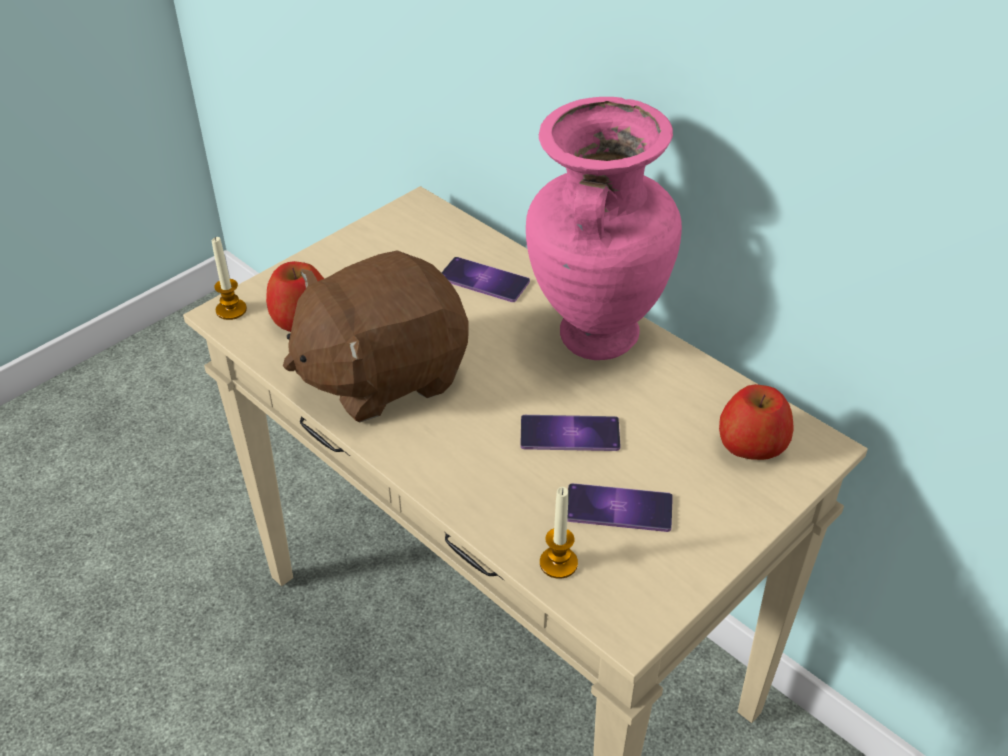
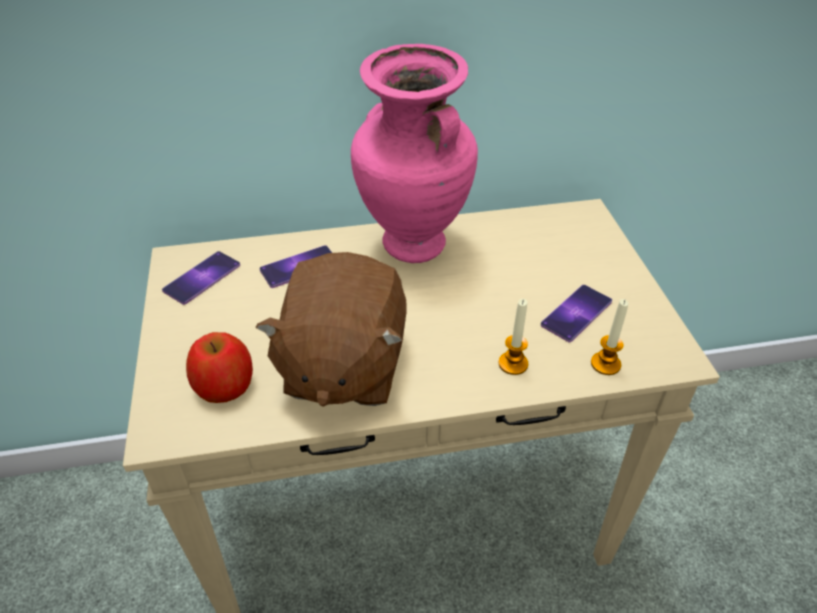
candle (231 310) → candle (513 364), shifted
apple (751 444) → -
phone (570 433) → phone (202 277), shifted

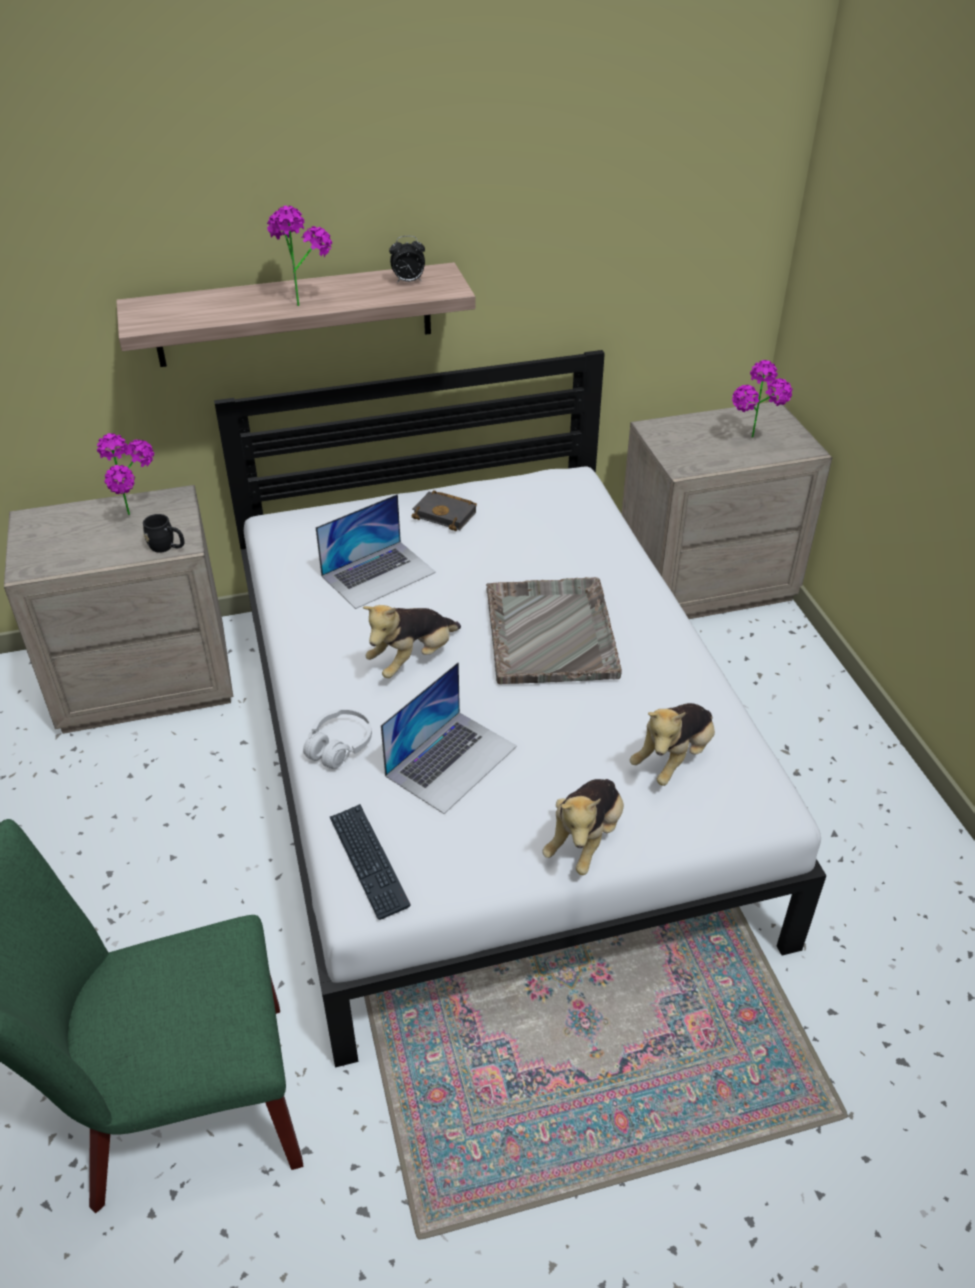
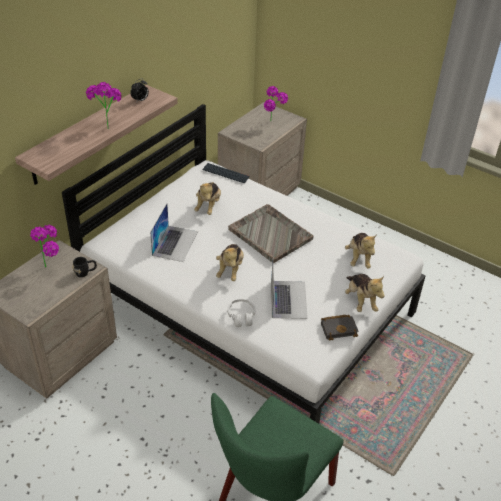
book (black) (447 514) → book (black) (339 328), shifted
keyboard (368 861) → keyboard (225 174), shifted
- → plush toy (208 206)

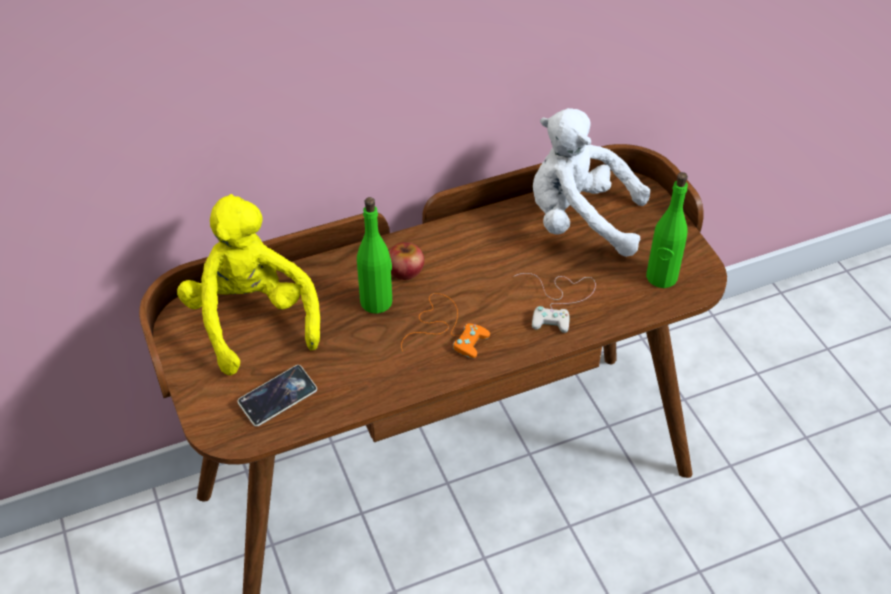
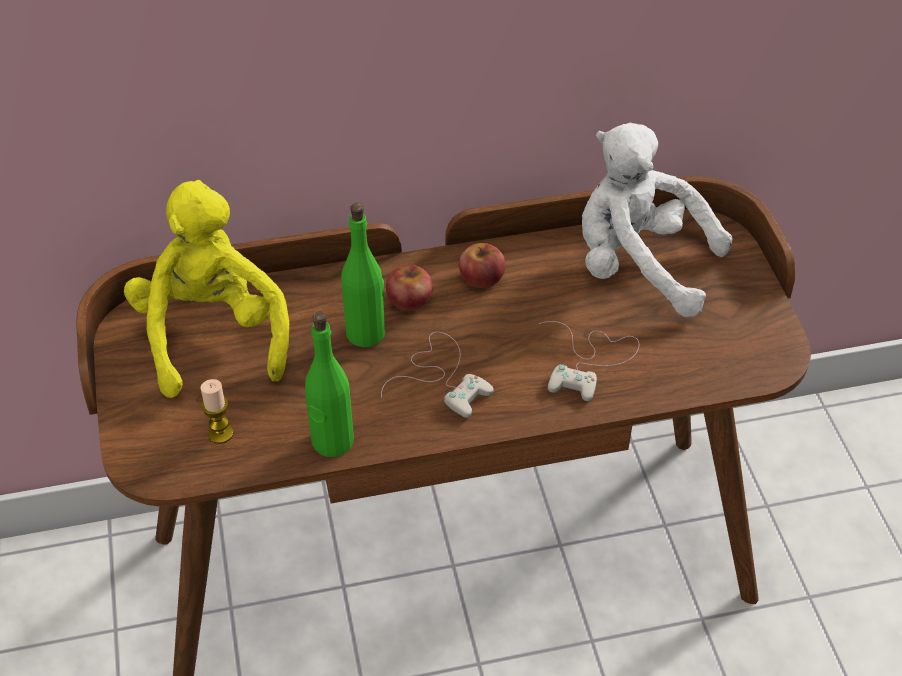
bottle (green) (661 277) → bottle (green) (332 441), shifted
game controller (orange) (446 328) → game controller (white) (442 376)
phone (278 398) → candle (220 433)
- → apple (481 277)

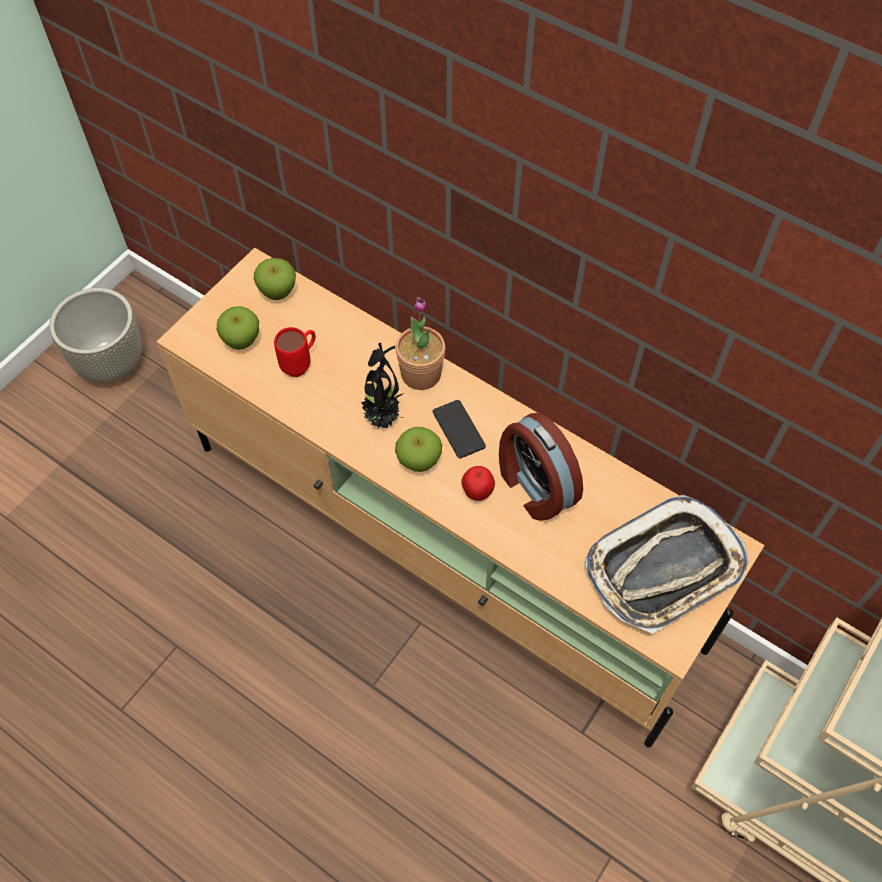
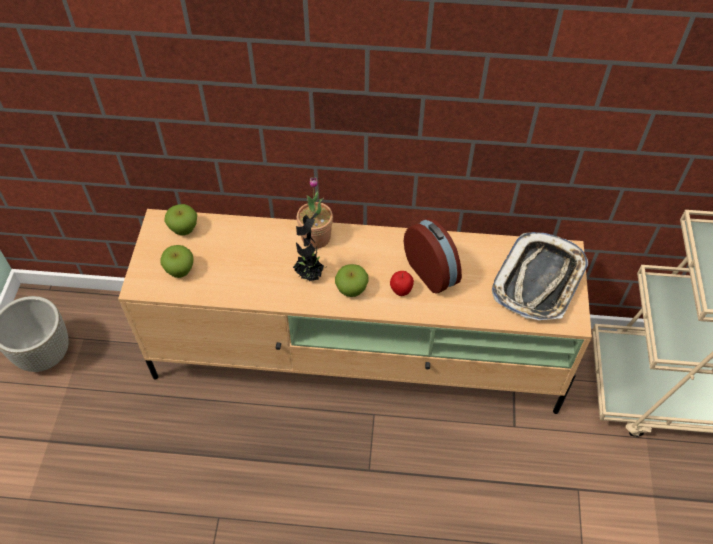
mug (red) (301 364) → -
phone (458 429) → -
alarm clock (534 486) → alarm clock (432 271), 150 degrees counterclockwise

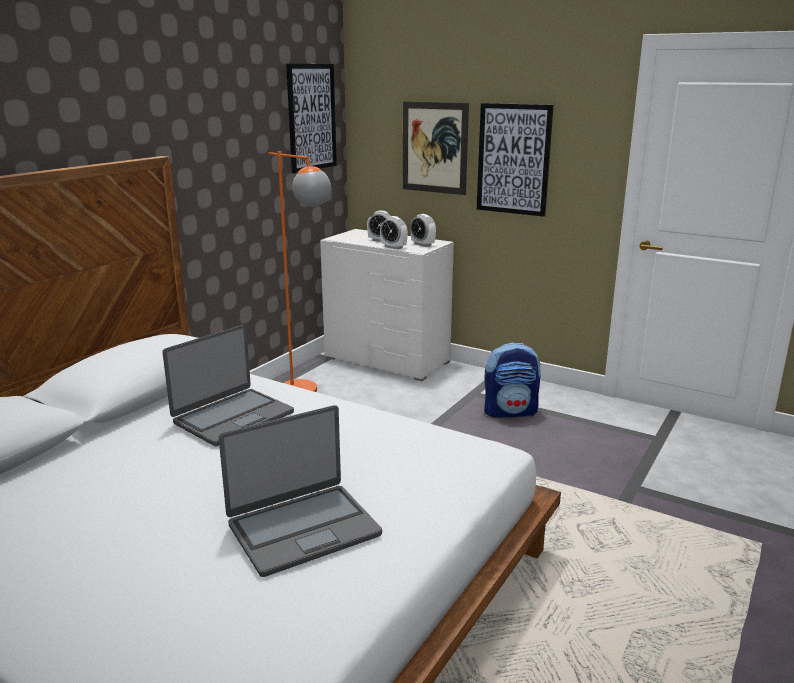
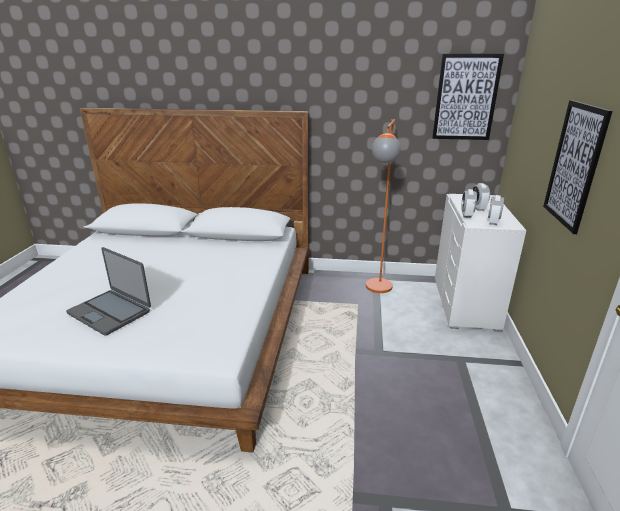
picture (434 147) → -
laptop (232 417) → -
backpack (510 411) → -

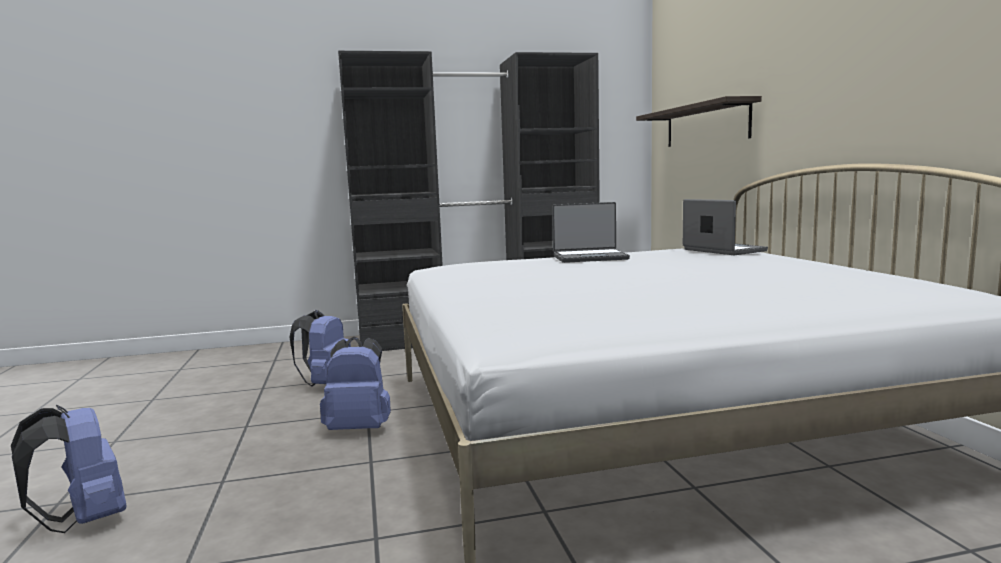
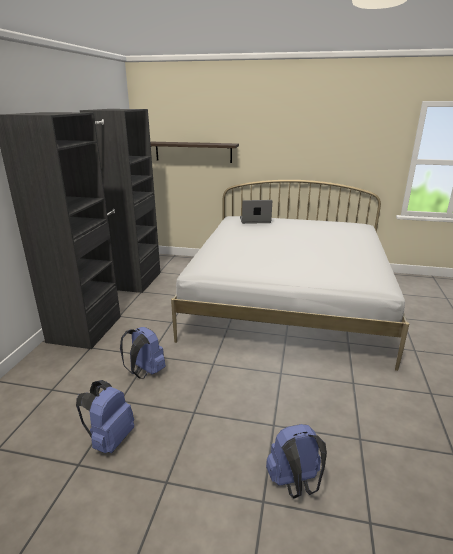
laptop (590 257) → -
backpack (blue) (359 428) → backpack (blue) (110 439), shifted

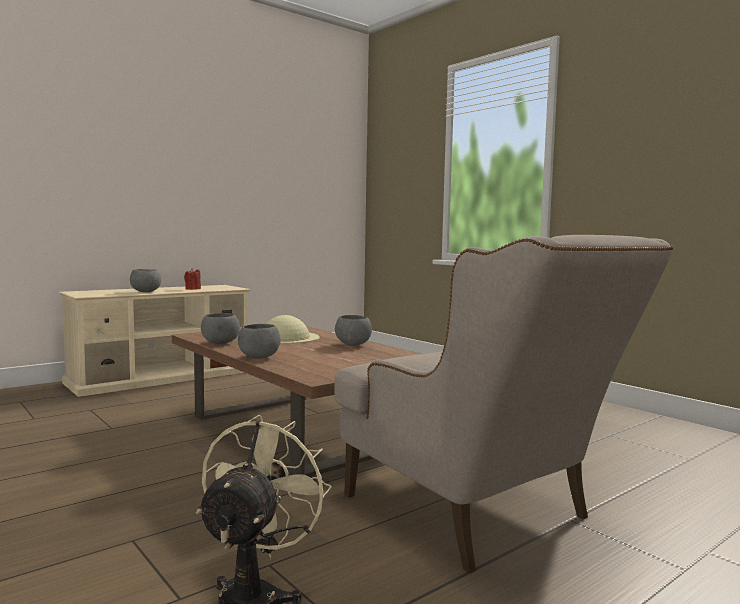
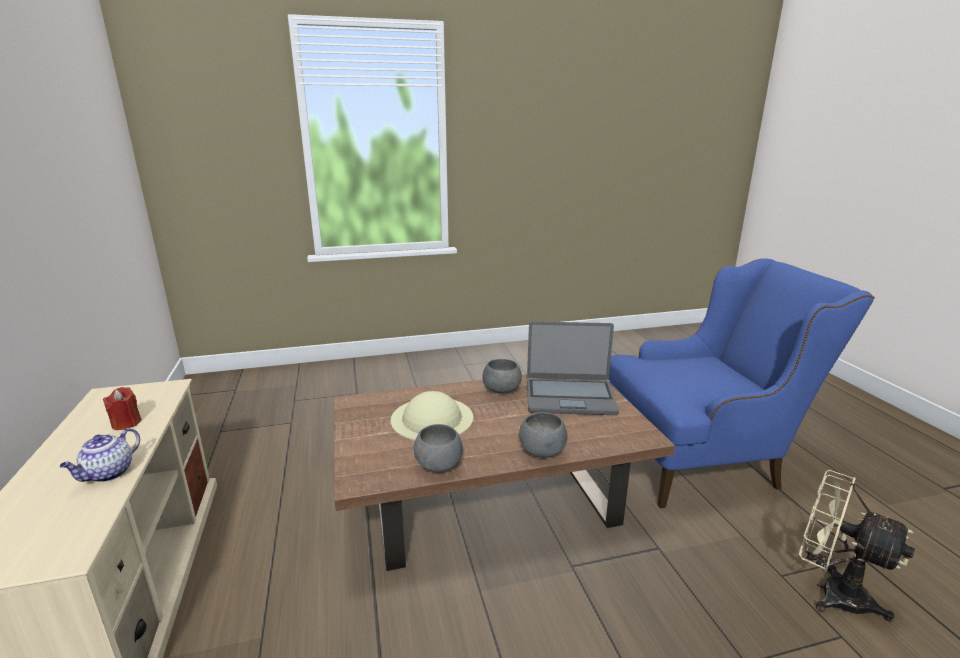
armchair (beige) (481 516) → armchair (blue) (702 459)
bowl (grey) (145 292) → teapot (108 474)
- → laptop (569 397)

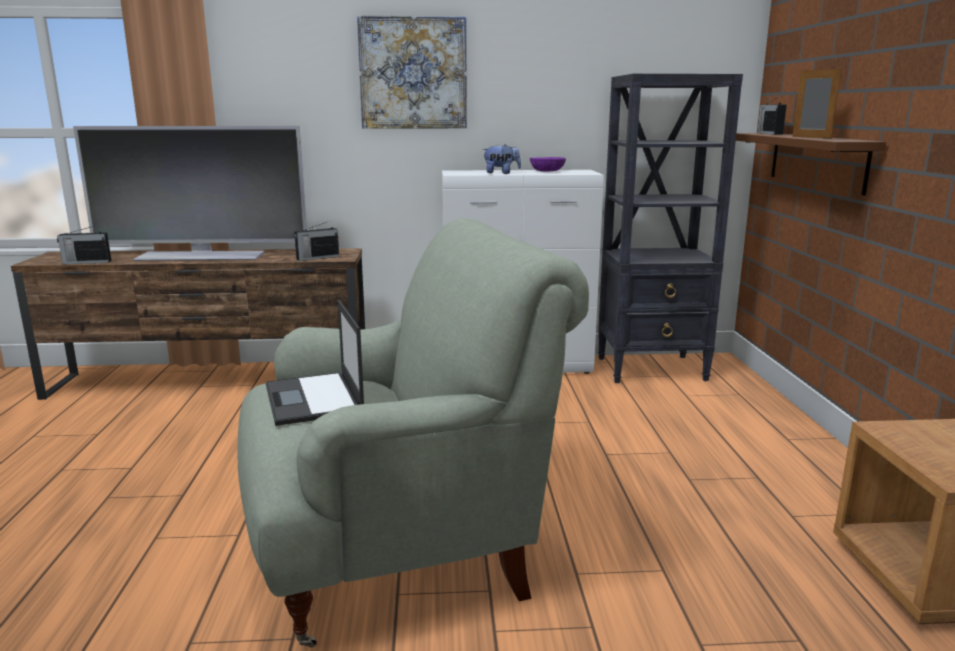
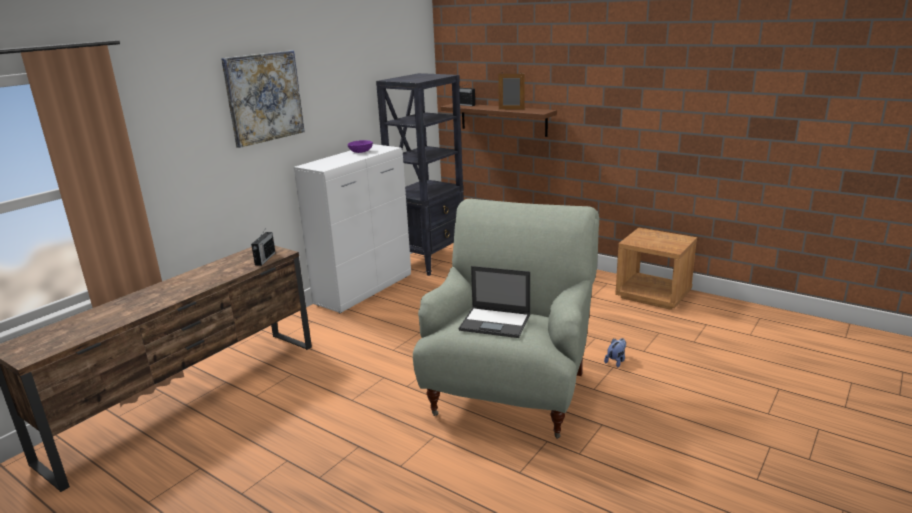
television (201 256) → -
plush toy (501 173) → plush toy (616 361), shifted
radio (86 262) → -

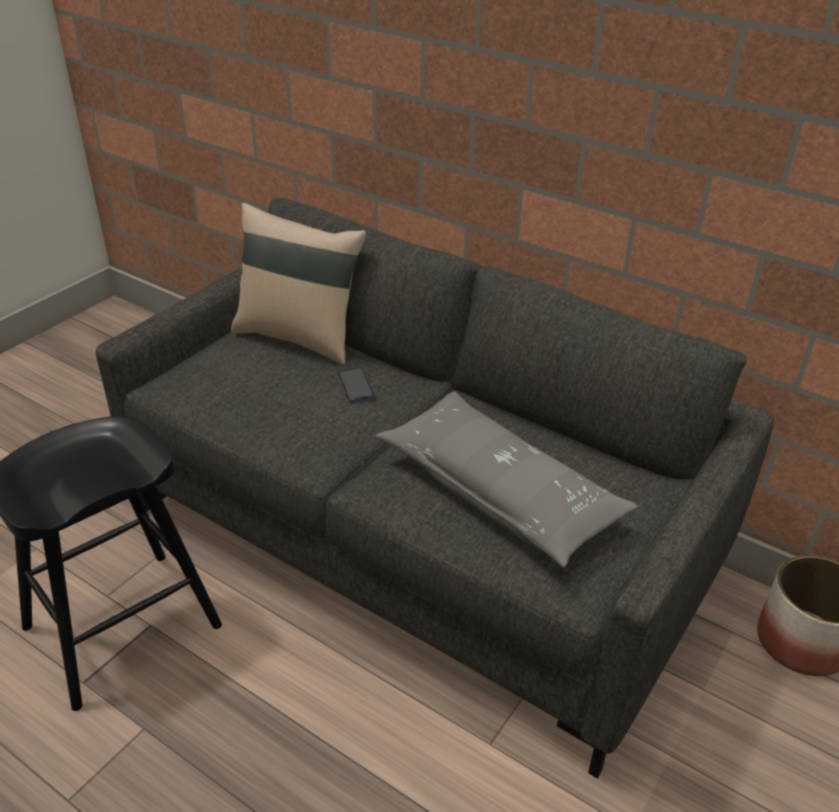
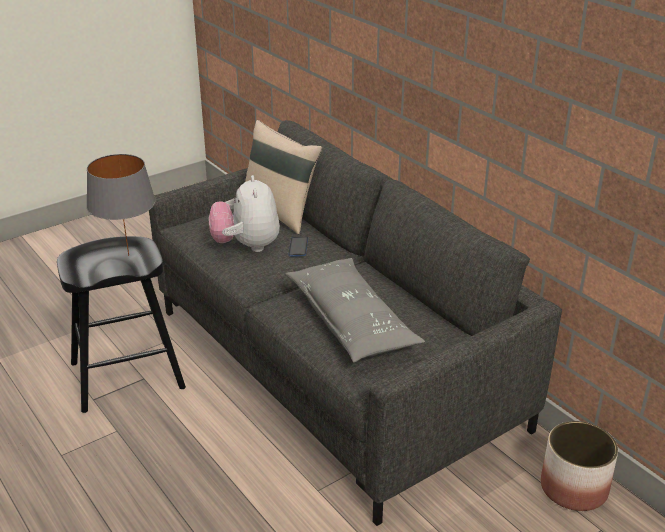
- → table lamp (grey) (128 255)
- → plush toy (247 246)

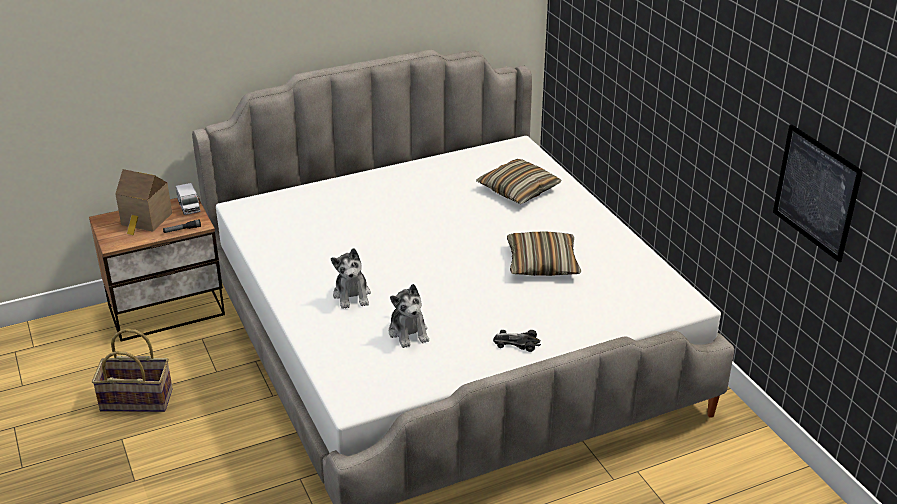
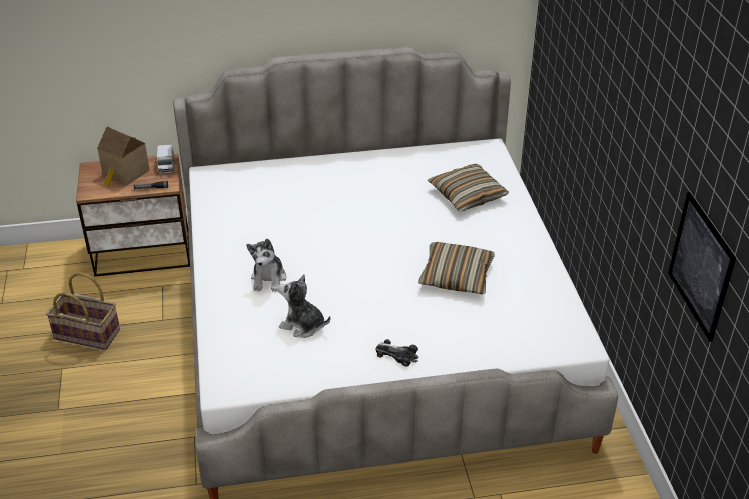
plush toy (408 332) → plush toy (303 325), 120 degrees clockwise

